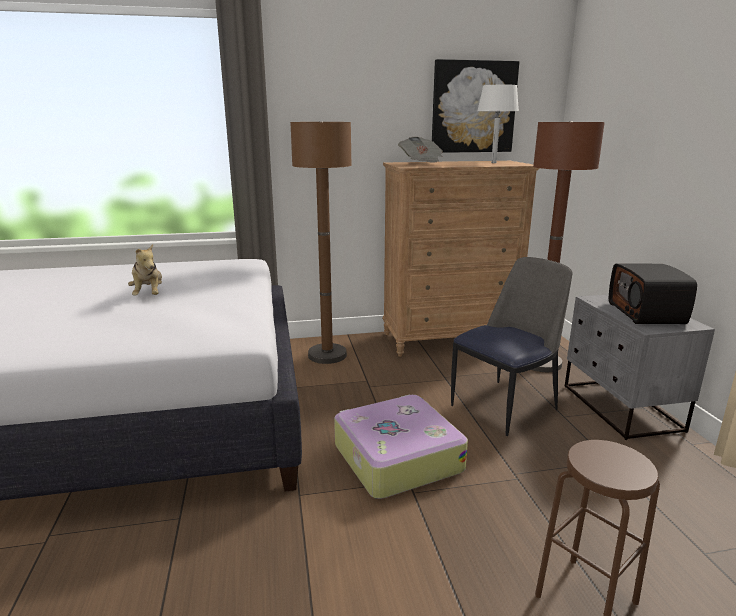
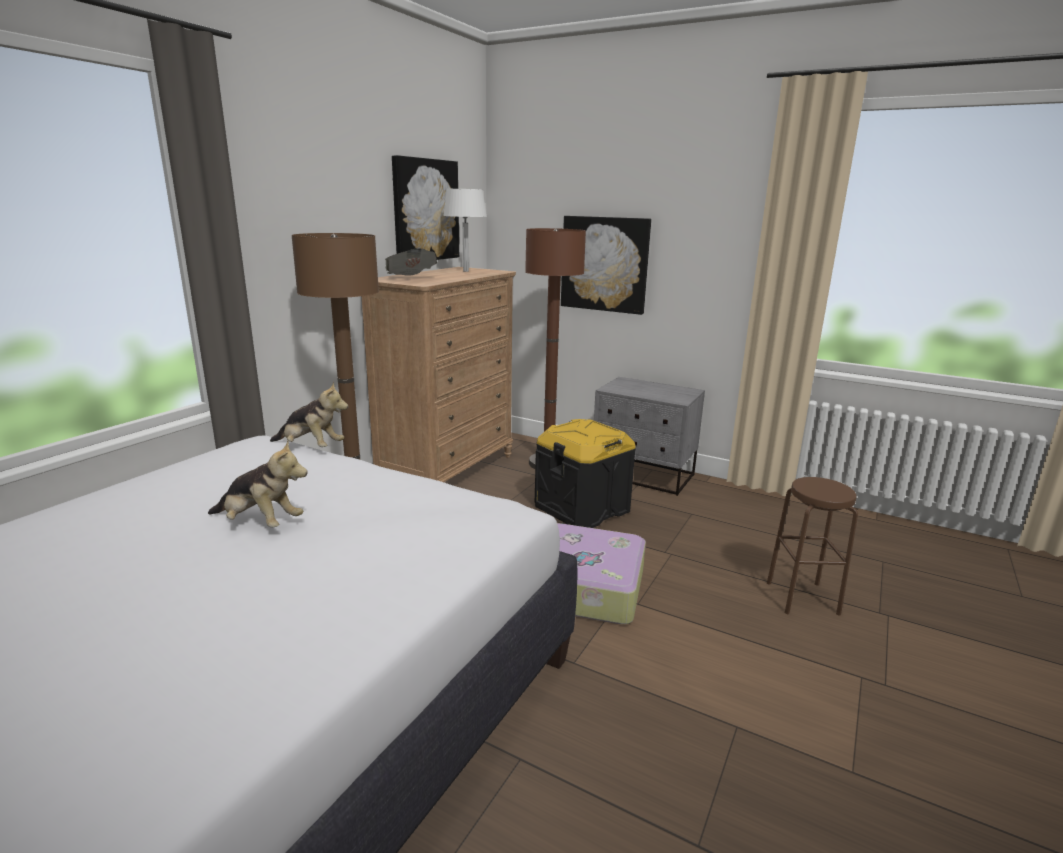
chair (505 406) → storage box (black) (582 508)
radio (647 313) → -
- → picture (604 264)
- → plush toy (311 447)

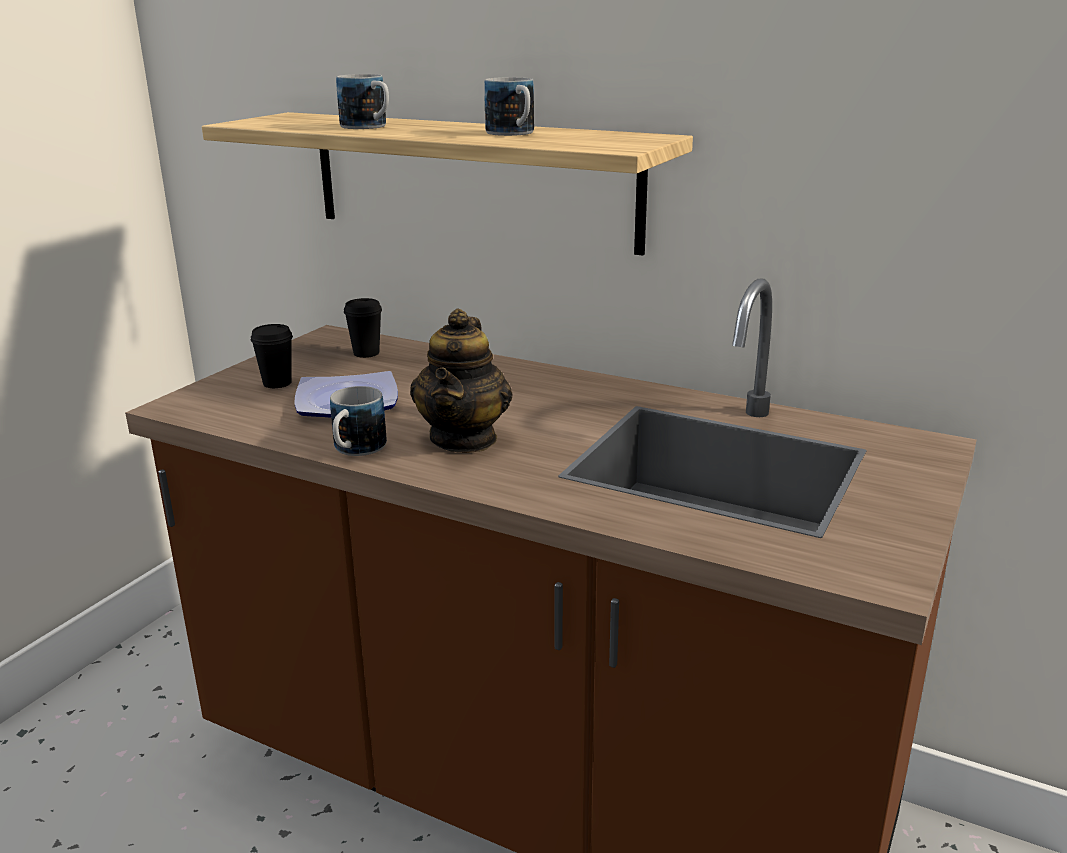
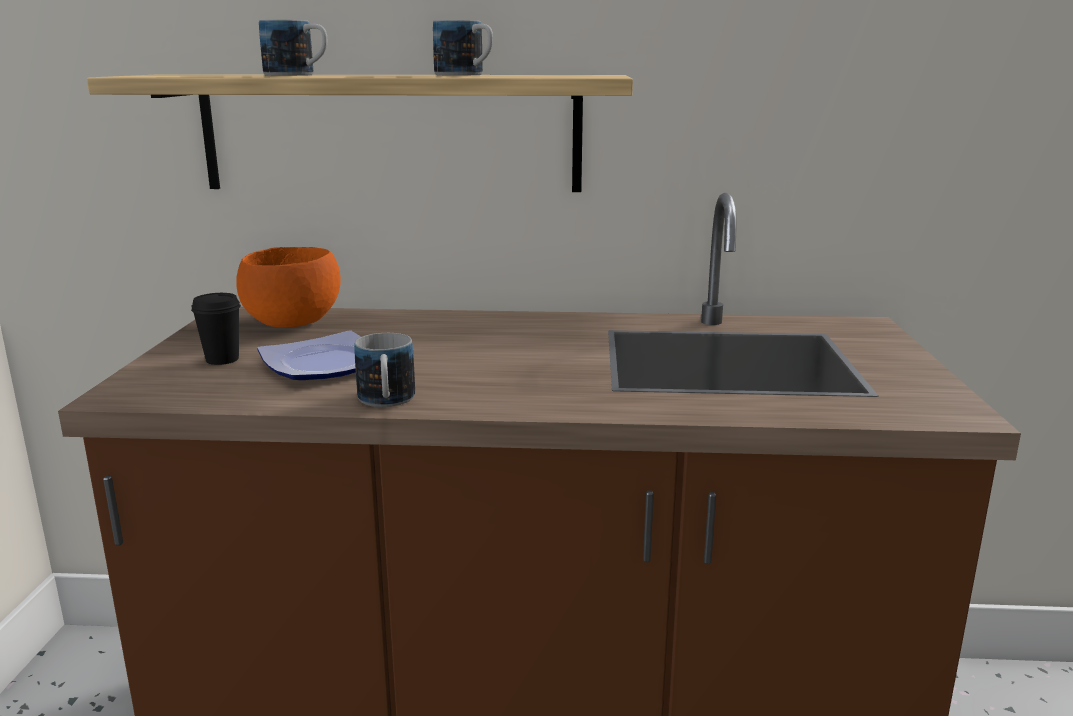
cup (black) (366 353) → bowl (orange) (292 323)
teapot (464 439) → -

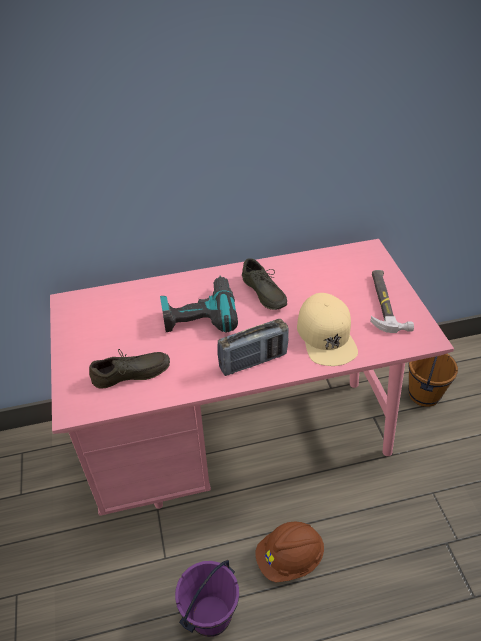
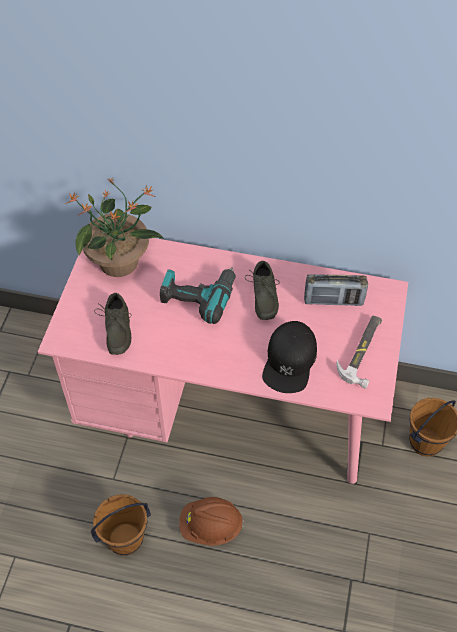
cap (beige) (326 336) → cap (black) (290 361)
radio (253 361) → radio (333 301), shifted
shoe (grey) (132 376) → shoe (grey) (115 330), 75 degrees clockwise
bucket (purple) (211 616) → bucket (brown) (125 539)
- → potted plant (120 262)

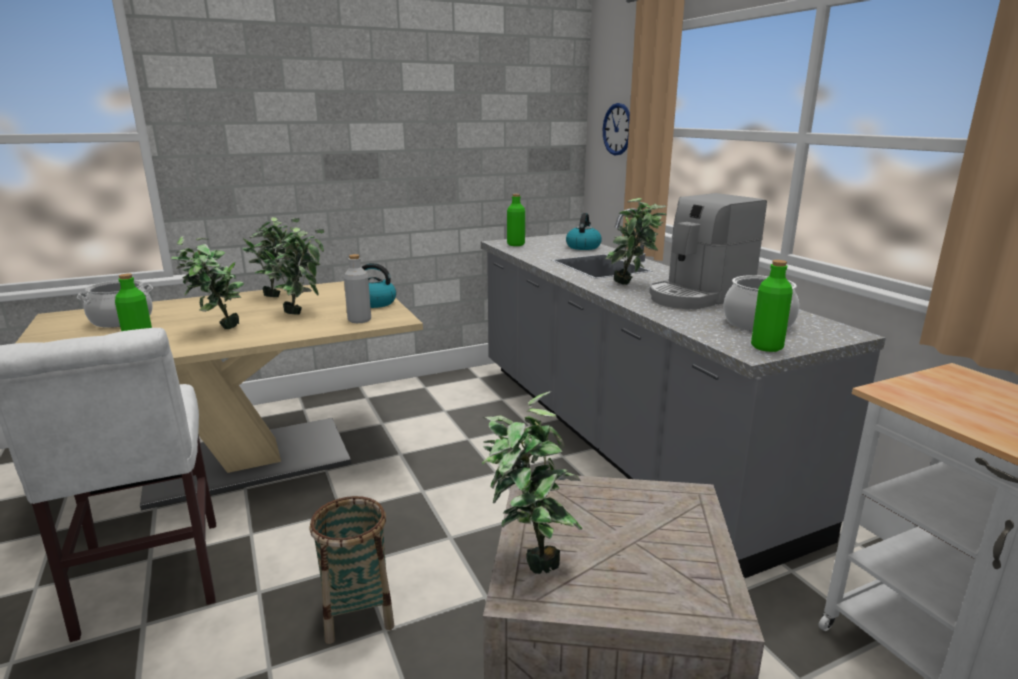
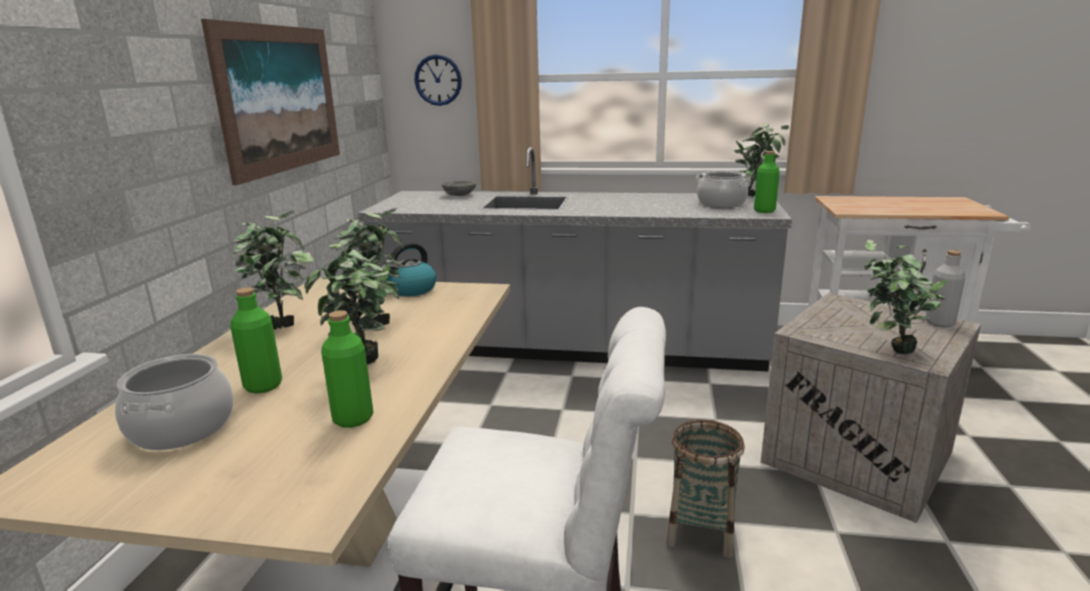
coffee machine (698 296) → -
bottle (green) (516 244) → bottle (green) (263 386), shifted
potted plant (632 285) → potted plant (756 196), shifted
kettle (583 247) → bowl (grey) (459 195)
bottle (grey) (359 320) → bottle (grey) (939 323), shifted
- → picture (281 99)

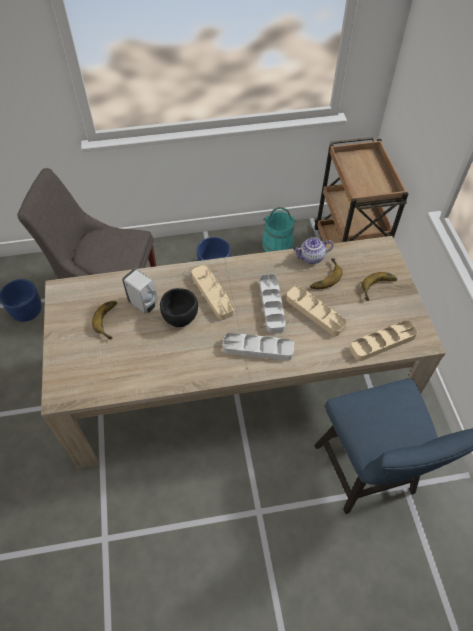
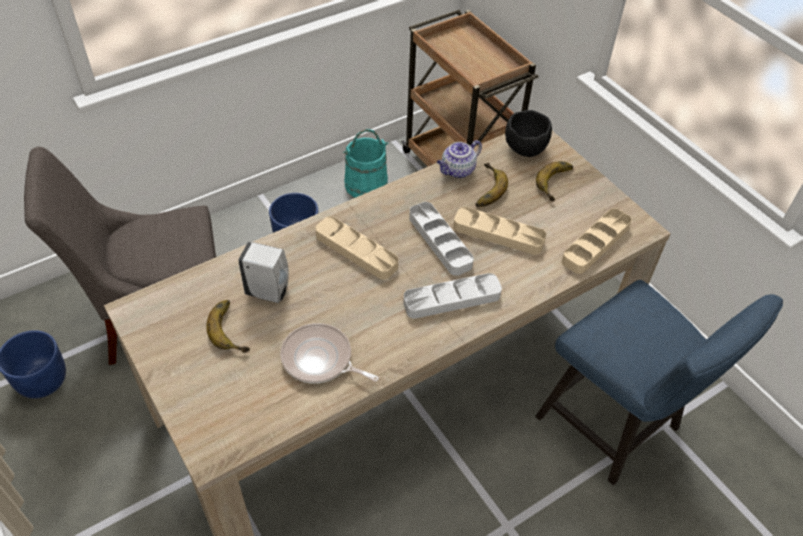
bowl (black) (180 316) → bowl (black) (524 148), shifted
- → frying pan (320 359)

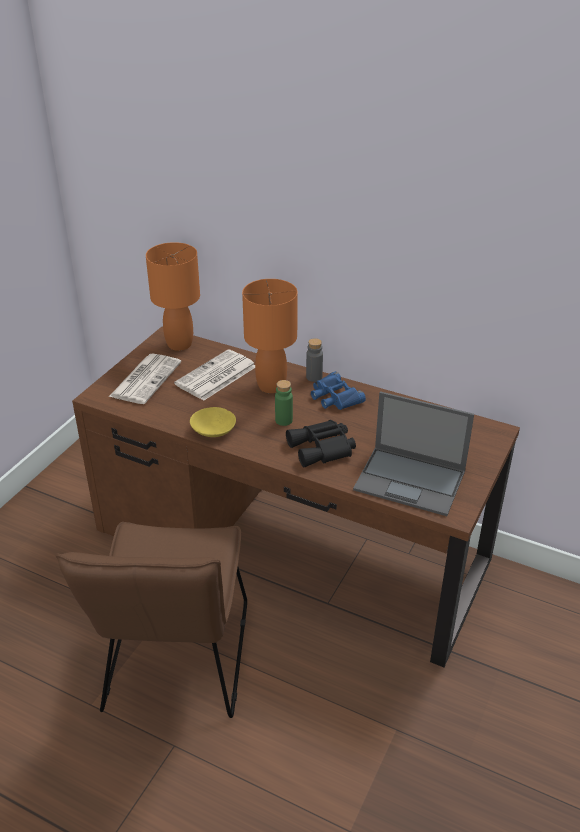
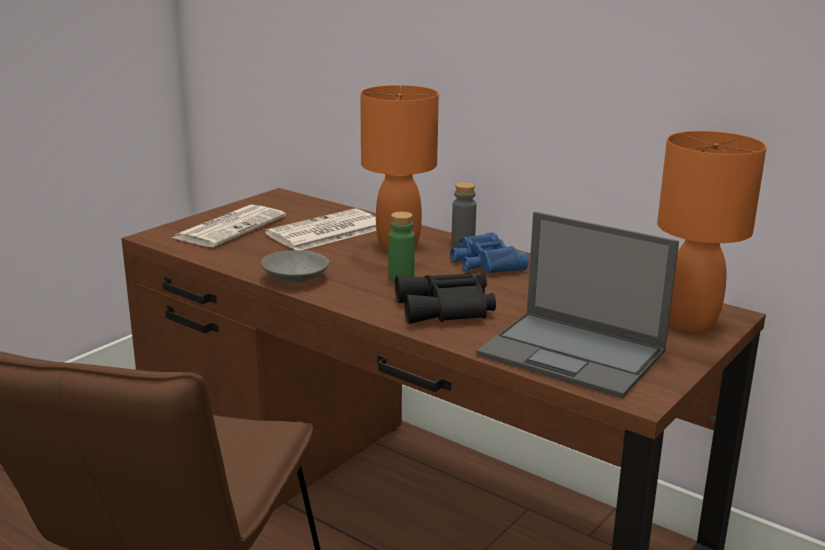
table lamp (orange) (180 344) → table lamp (orange) (692 323), shifted
bowl (yellow) (214 429) → bowl (grey) (296 277)

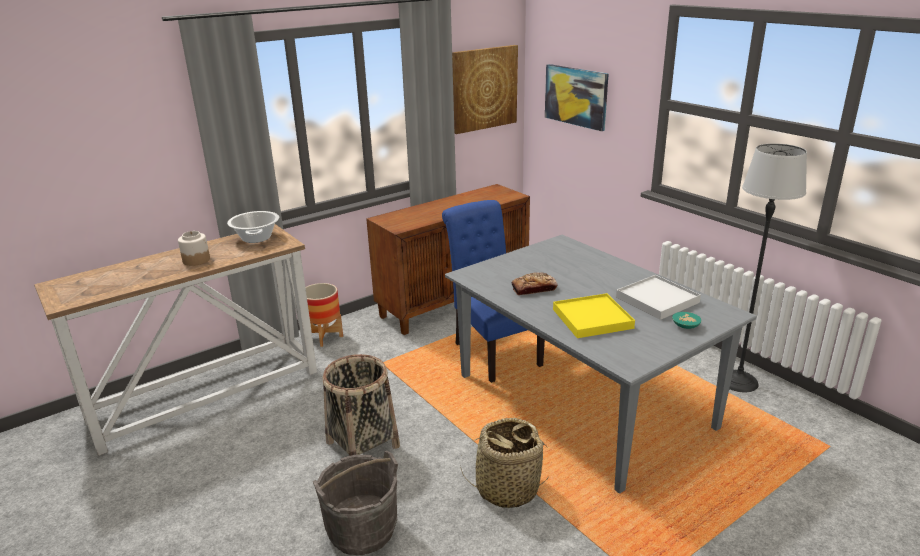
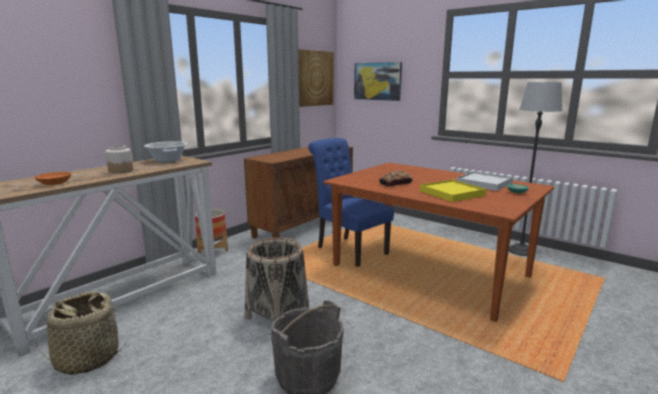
dining table (grey) (584 400) → dining table (brown) (430 270)
basket (507 488) → basket (87 358), shifted
- → bowl (orange) (54 183)

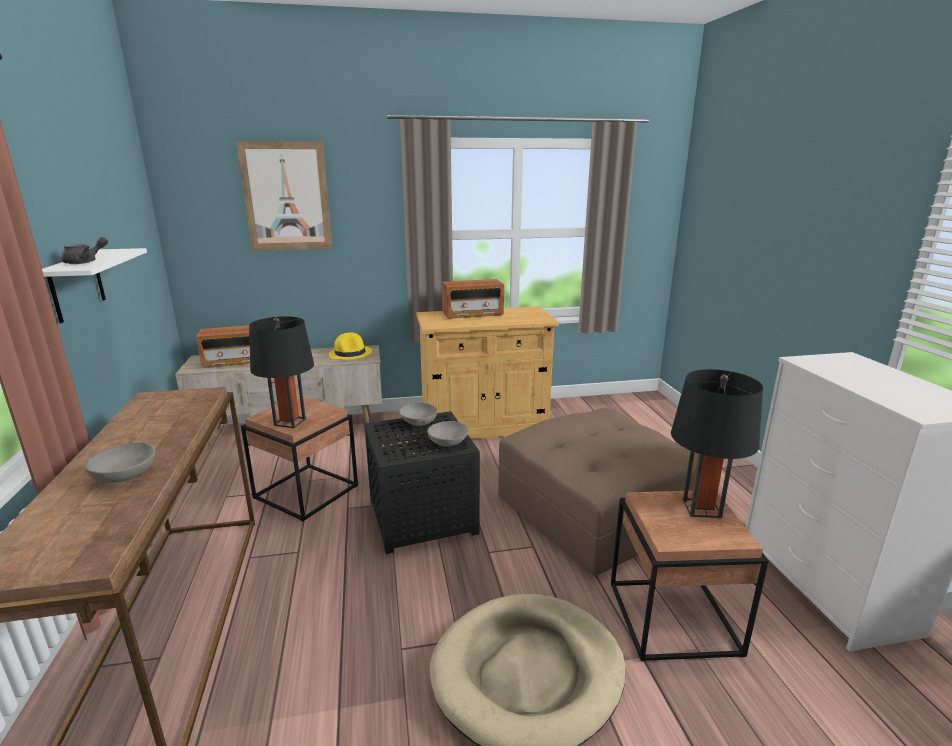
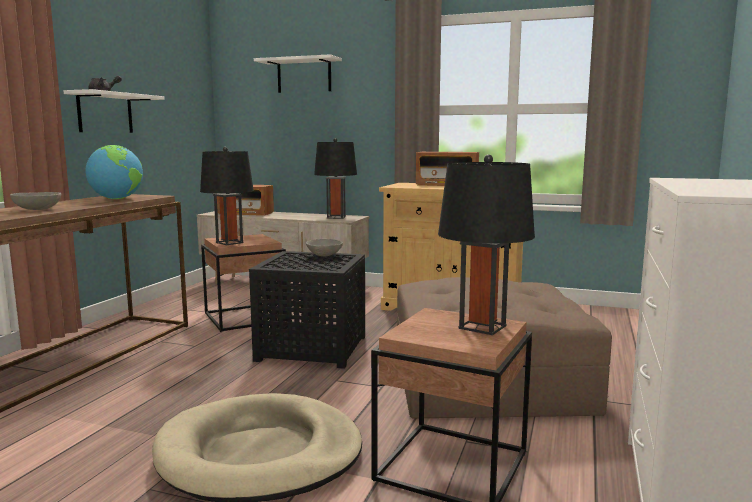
picture (286 197) → shelf (white) (304 76)
hat (yellow) (350 353) → table lamp (black) (336 217)
bowl (grey) (447 443) → -
- → globe (117 199)

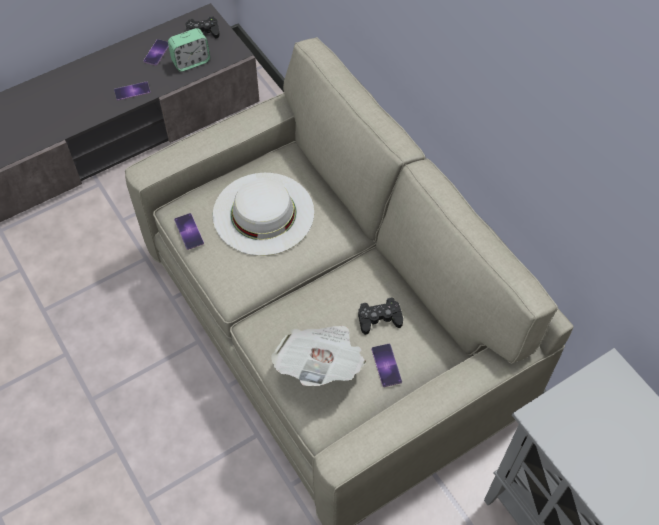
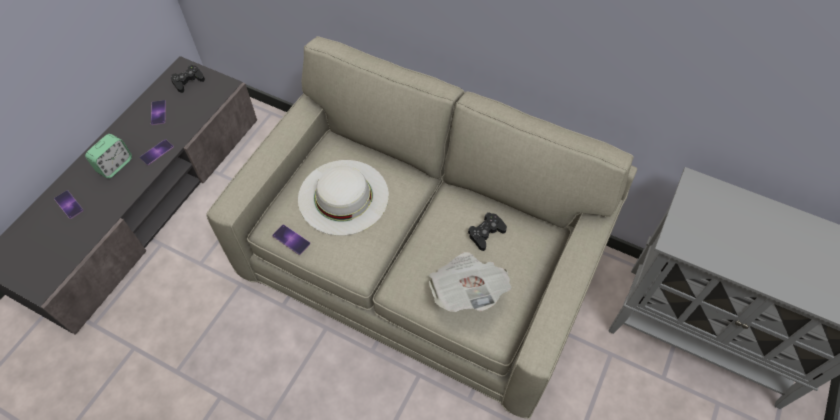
alarm clock (191 62) → alarm clock (115 165), shifted
phone (386 365) → phone (69 204), shifted

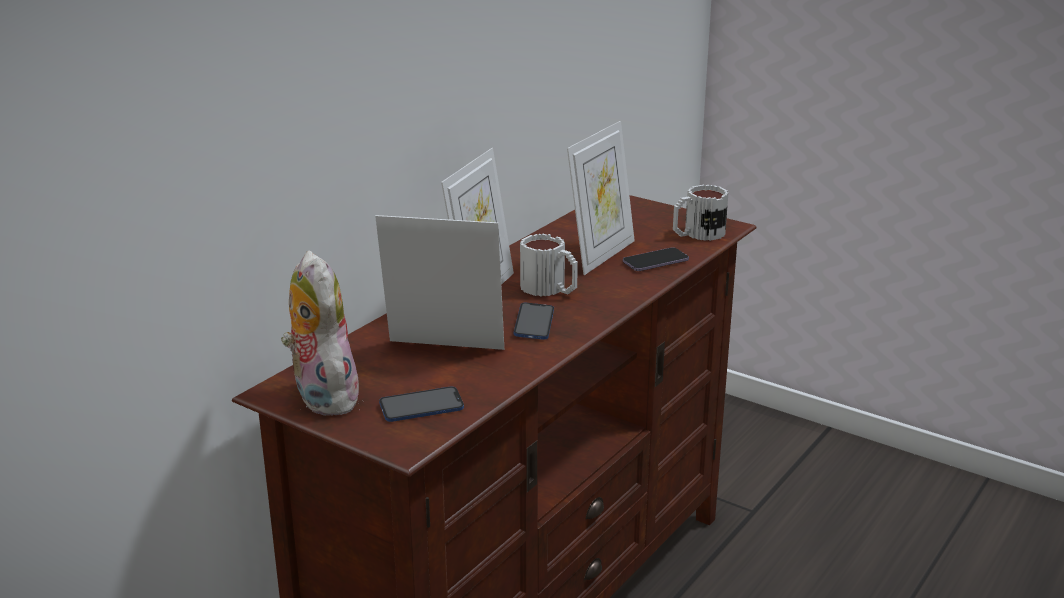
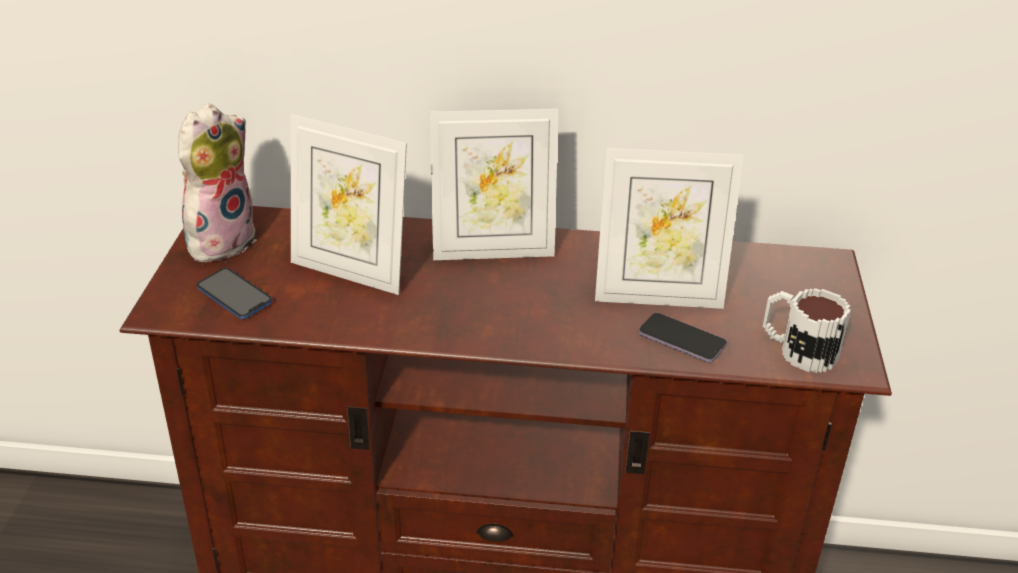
picture frame (444 350) → picture frame (350 271), 135 degrees clockwise
mug (550 289) → -
phone (534 323) → -

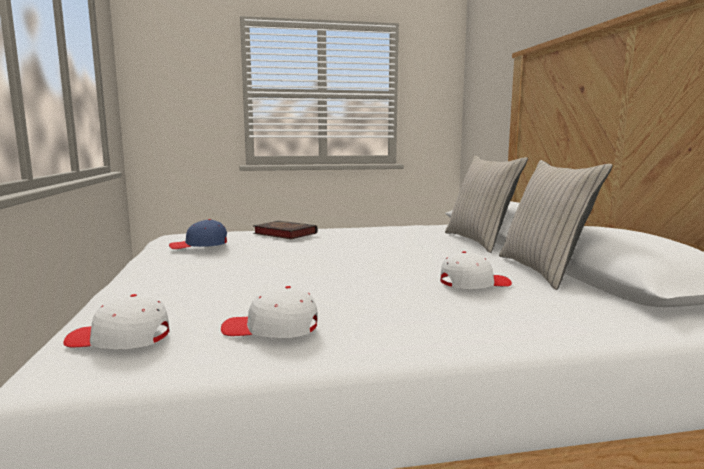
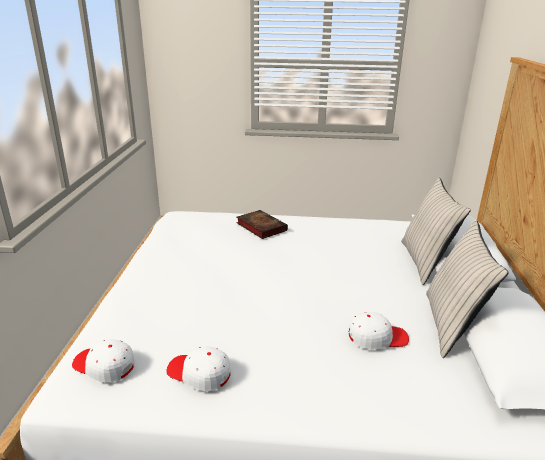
cap (blue) (199 245) → -

